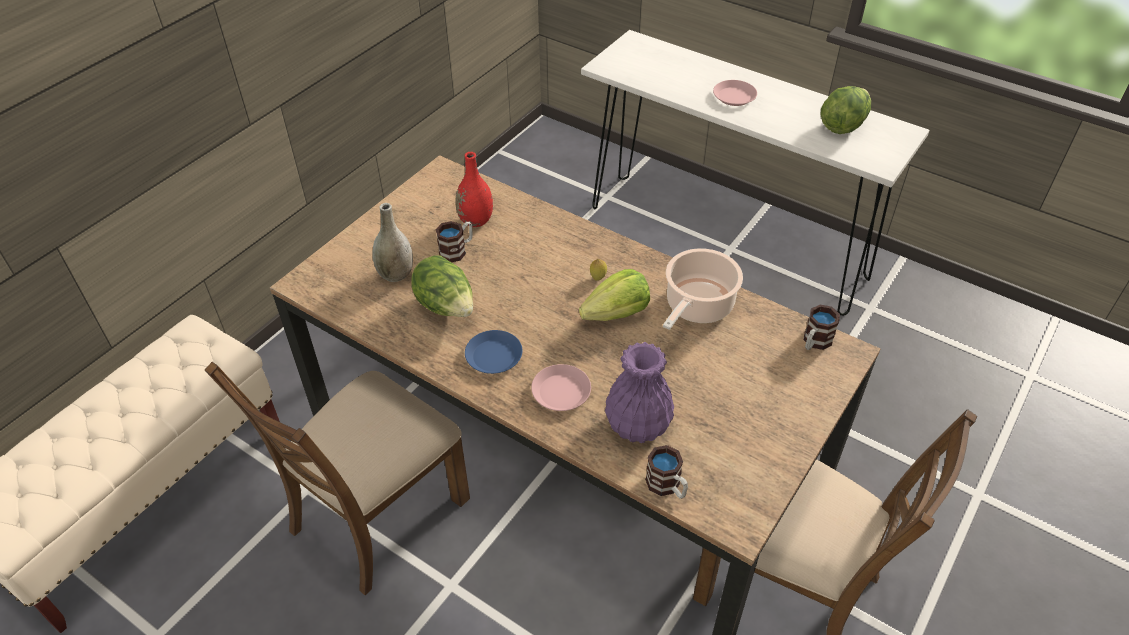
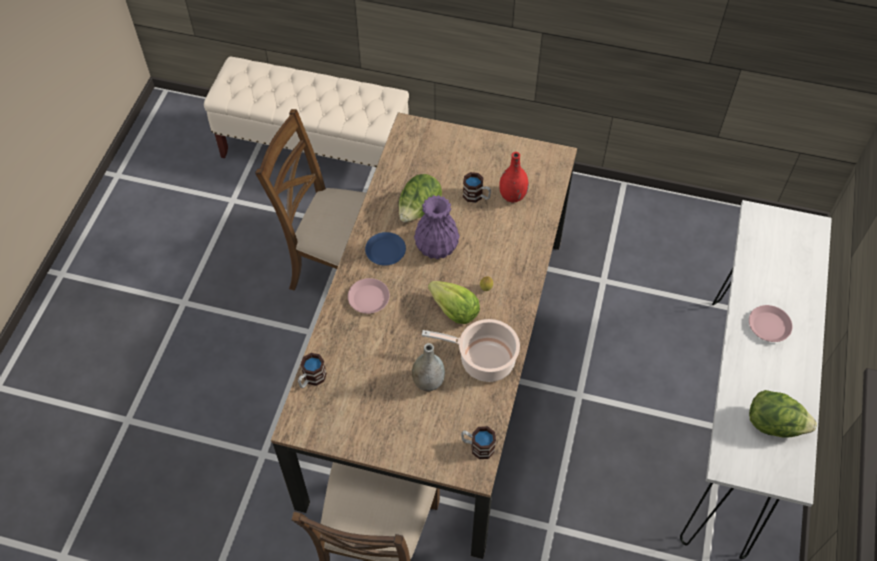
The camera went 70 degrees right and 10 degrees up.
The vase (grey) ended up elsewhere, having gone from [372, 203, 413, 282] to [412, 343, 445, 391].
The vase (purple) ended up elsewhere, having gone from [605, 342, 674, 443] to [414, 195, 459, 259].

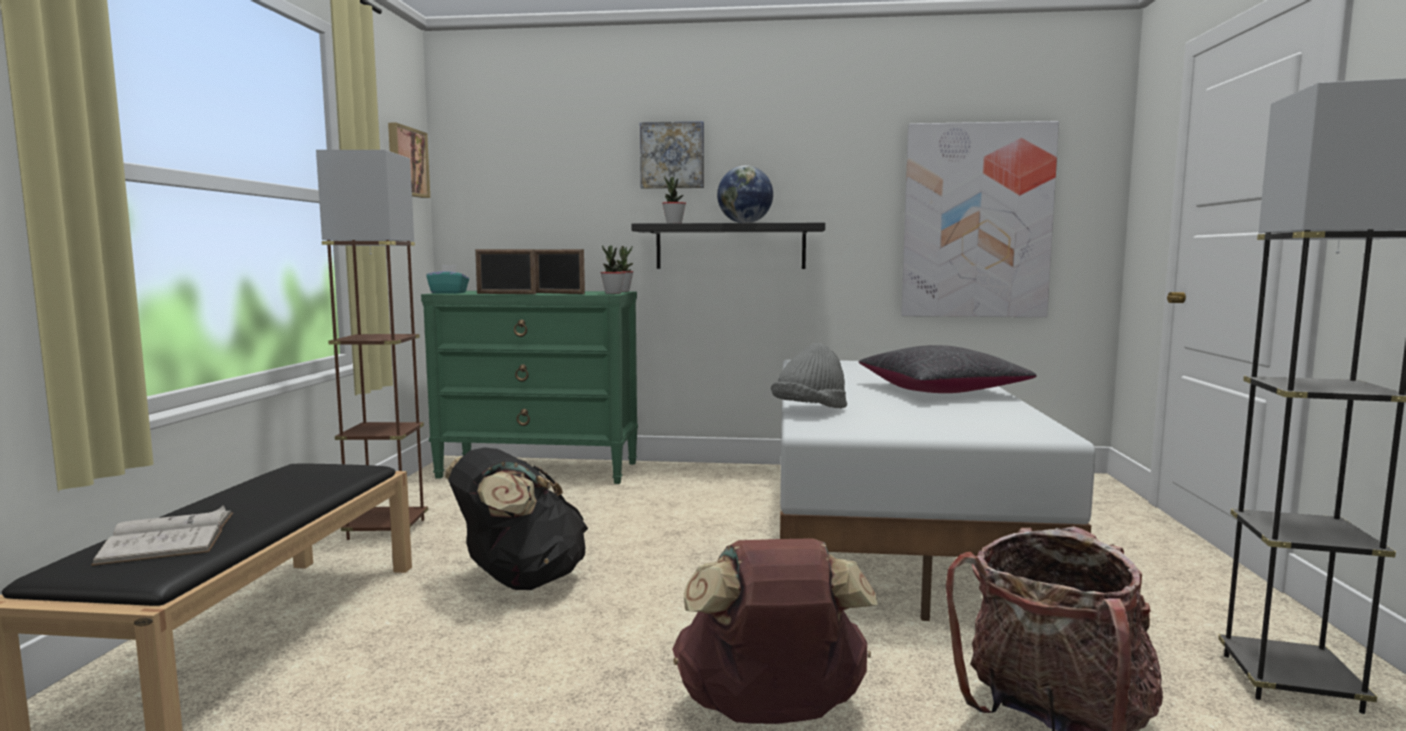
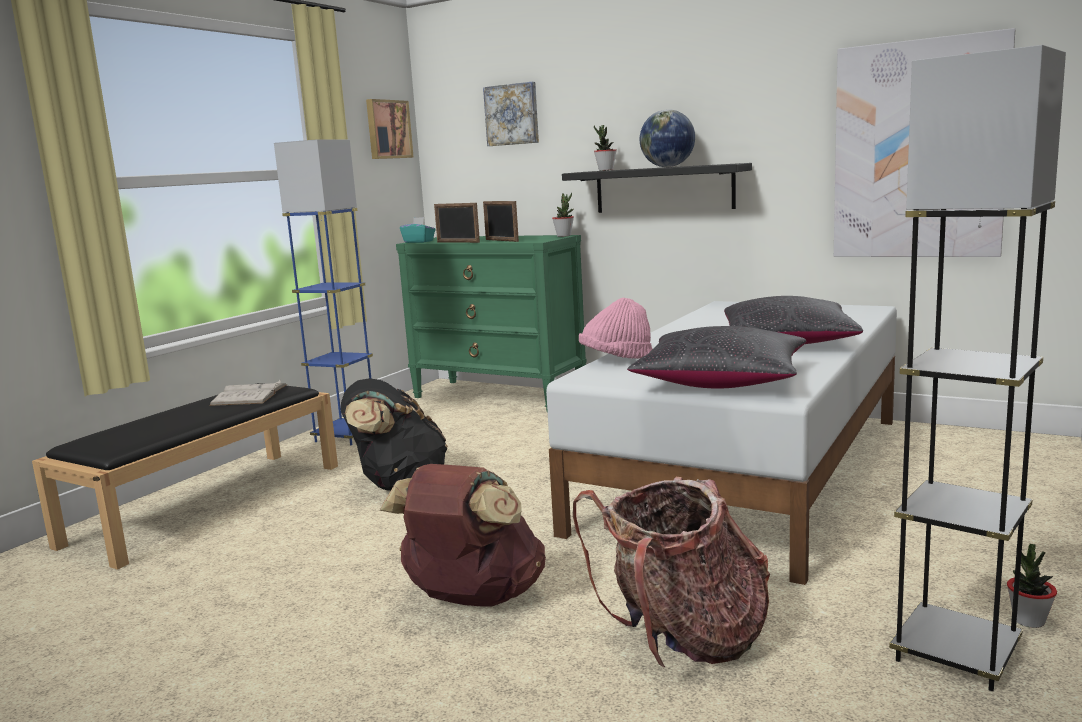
The camera went 25 degrees right and 5 degrees up.
The book (white) ended up elsewhere, having gone from [91, 505, 233, 566] to [209, 380, 287, 406].
What was the floor lamp (brown) at [316, 150, 428, 540] turned into the floor lamp (blue) at [274, 139, 373, 445].
The potted plant ended up elsewhere, having gone from [600, 245, 625, 294] to [1007, 544, 1057, 628].
The picture ended up elsewhere, having gone from [640, 121, 704, 189] to [483, 82, 539, 146].
What was the hat (grey) at [771, 343, 847, 409] turned into the hat (pink) at [579, 298, 652, 359].
The second view gained the pillow (black) at [627, 326, 806, 388].

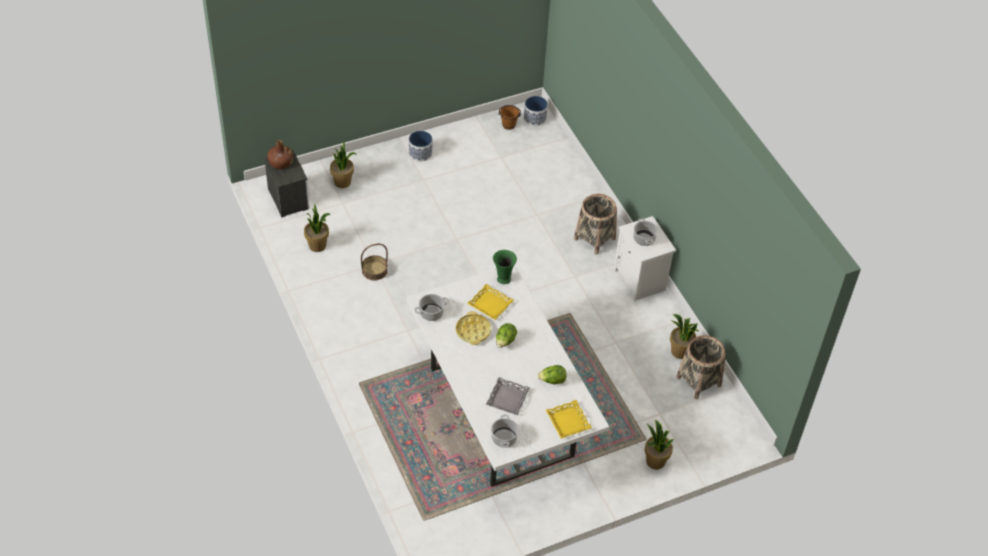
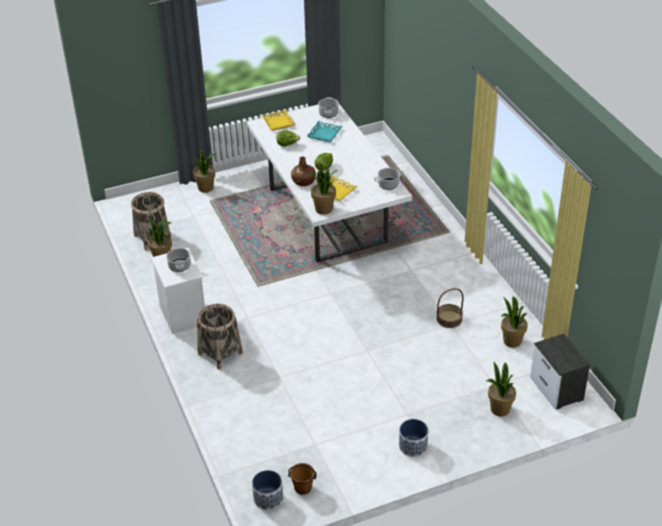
The camera went 175 degrees left and 10 degrees down.
The bottle (brown) ended up elsewhere, having gone from [268, 140, 293, 169] to [291, 156, 316, 186].
The second view lost the tray (yellow) at [456, 311, 491, 345].
What was the tray (grey) at [486, 377, 530, 415] turned into the tray (turquoise) at [307, 121, 343, 142].
Where the vase (green) stood at [493, 250, 517, 284], the potted plant came to stand at [307, 168, 337, 215].

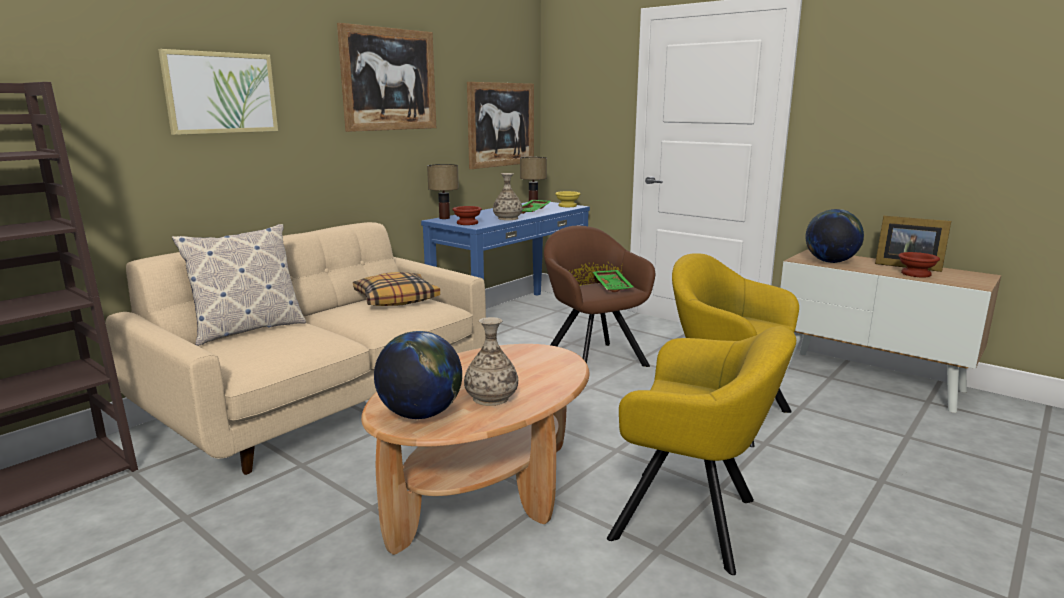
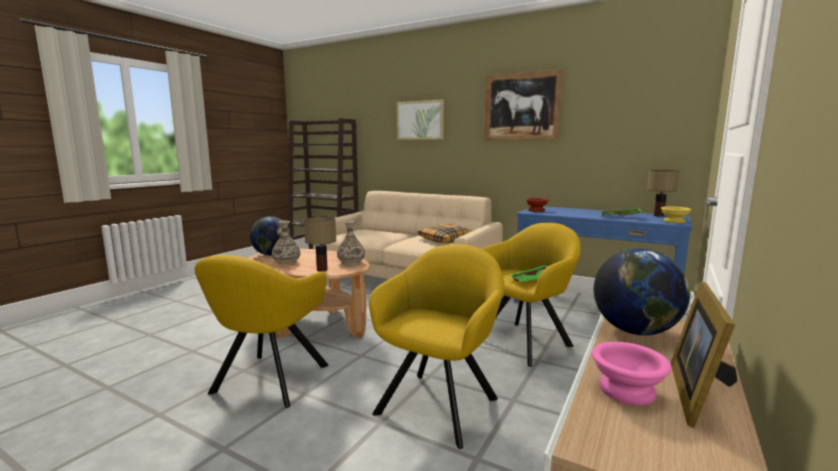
The camera went 80 degrees right and 5 degrees down.
The second view lost the pillow at [172, 224, 306, 346].
The table lamp ended up elsewhere, having gone from [427, 164, 459, 219] to [304, 216, 336, 271].
The second view lost the picture at [467, 82, 534, 169].
The vase ended up elsewhere, having gone from [493, 173, 522, 220] to [337, 221, 365, 266].
What was the armchair (brown) at [544, 226, 655, 367] turned into the armchair (yellow) at [481, 223, 581, 367].
What was the bowl (brown) at [898, 252, 940, 277] turned into the bowl (pink) at [592, 342, 672, 405].

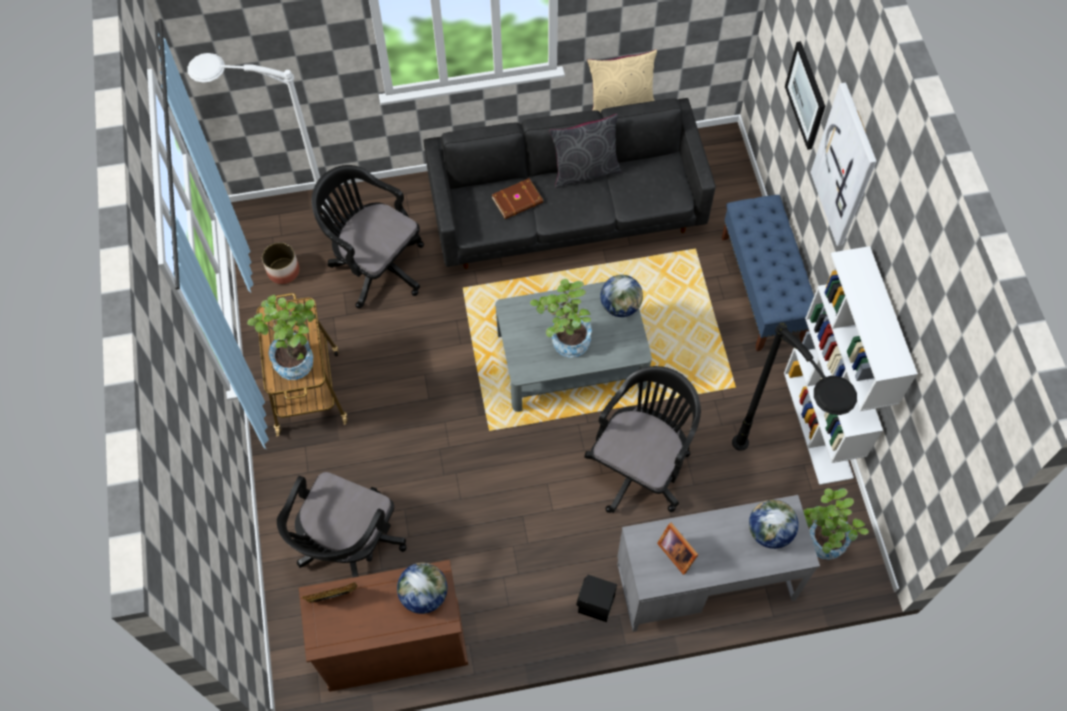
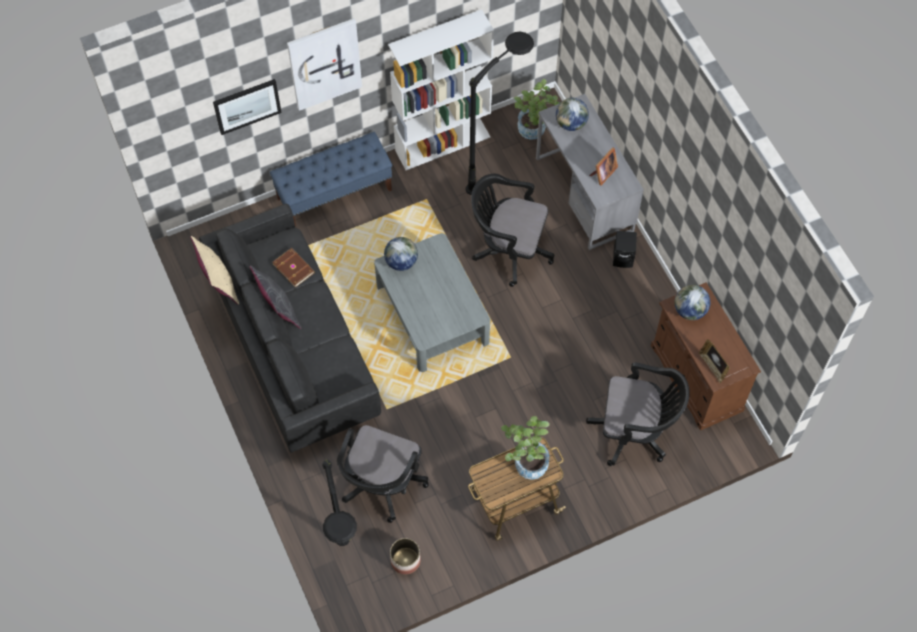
The camera went 105 degrees left and 0 degrees up.
What was the floor lamp (white) at [187, 53, 335, 223] turned into the floor lamp (black) at [323, 460, 357, 546].
The book (brown) ended up elsewhere, having gone from [492, 178, 543, 219] to [273, 248, 315, 288].
The second view lost the potted plant at [530, 279, 592, 358].

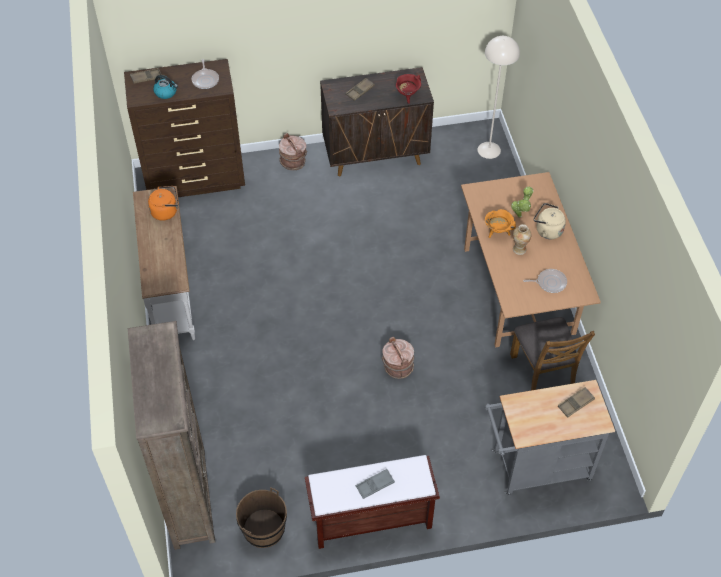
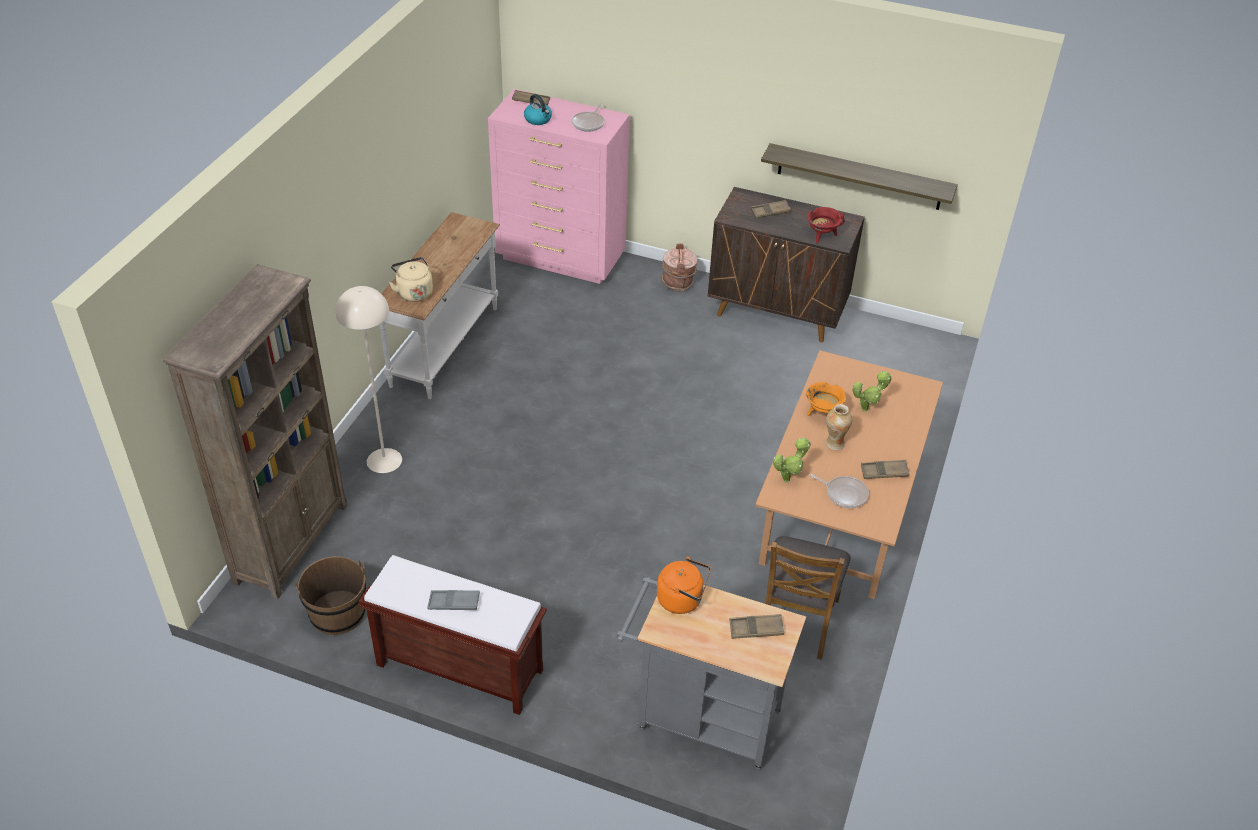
The camera went 30 degrees right and 10 degrees down.
What was the dresser (brown) at [124, 59, 245, 197] turned into the dresser (pink) at [488, 89, 630, 284].
The kettle (orange) ended up elsewhere, having gone from [148, 186, 178, 221] to [657, 557, 711, 614].
The second view lost the bucket (brown) at [382, 337, 414, 379].
The floor lamp (beige) ended up elsewhere, having gone from [477, 36, 520, 159] to [335, 286, 402, 473].
The kettle (beige) ended up elsewhere, having gone from [533, 203, 566, 239] to [389, 257, 433, 302].
The second view gained the shelf at [761, 143, 958, 210].
The second view gained the potted plant at [773, 438, 811, 482].
The second view gained the tray (brown) at [861, 460, 909, 479].

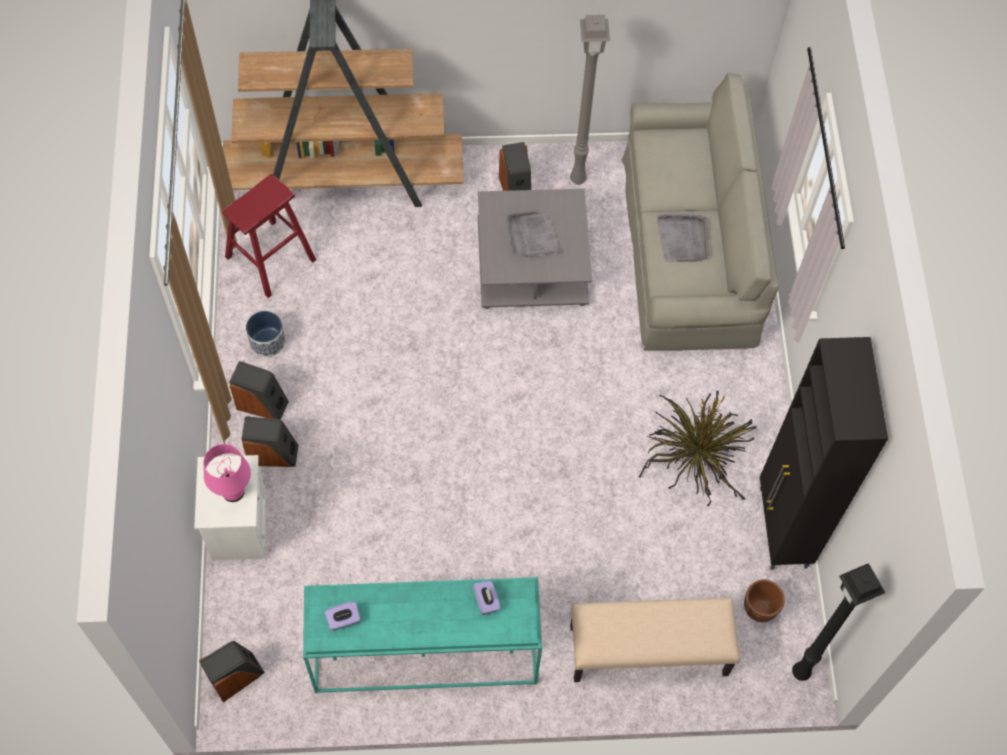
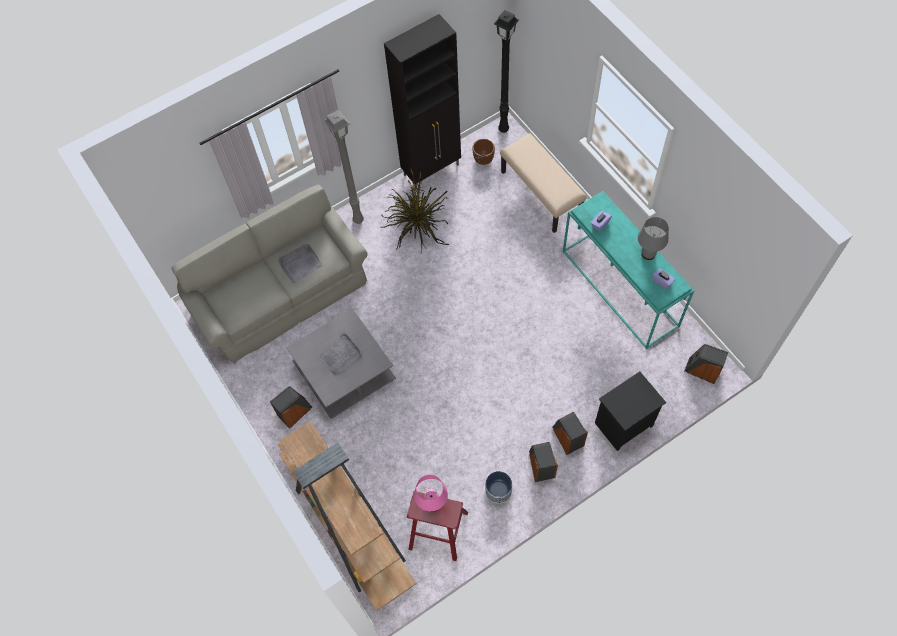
The camera went 115 degrees left and 0 degrees up.
What was the nightstand (white) at [194, 455, 267, 561] turned into the nightstand (black) at [595, 371, 666, 451].
The table lamp (pink) ended up elsewhere, having gone from [204, 444, 251, 502] to [414, 475, 448, 512].
The floor lamp (grey) ended up elsewhere, having gone from [570, 15, 610, 185] to [324, 110, 364, 224].
The second view gained the table lamp (grey) at [638, 217, 669, 260].

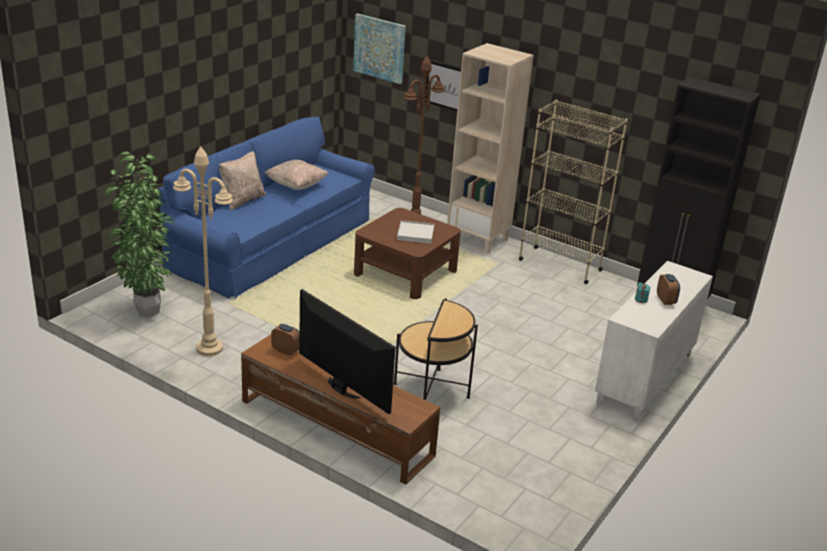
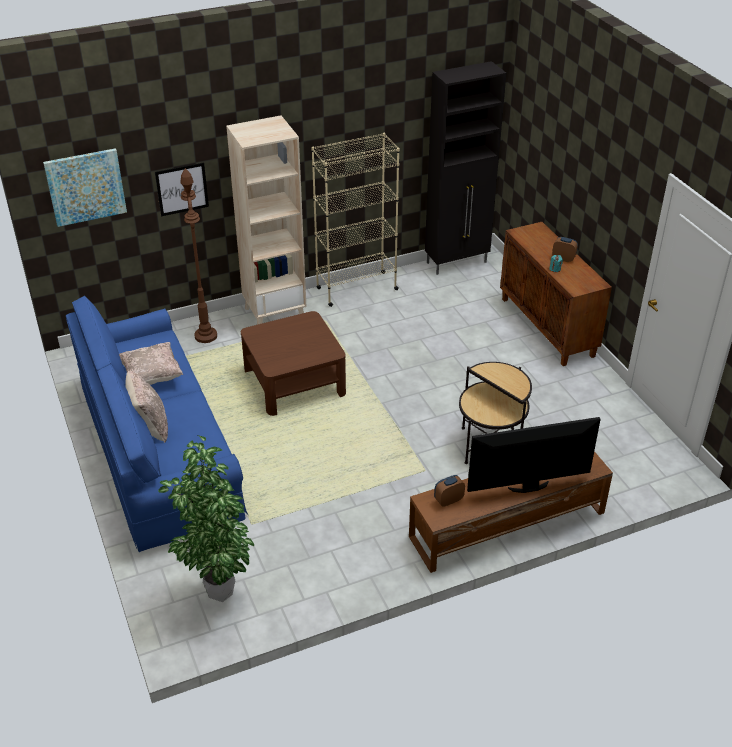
The camera went 55 degrees left and 10 degrees up.
The second view lost the floor lamp (beige) at [173, 146, 233, 356].
The second view lost the tray (white) at [397, 220, 434, 244].
What was the cabinet (white) at [595, 261, 713, 422] turned into the cabinet (brown) at [500, 222, 612, 366].

